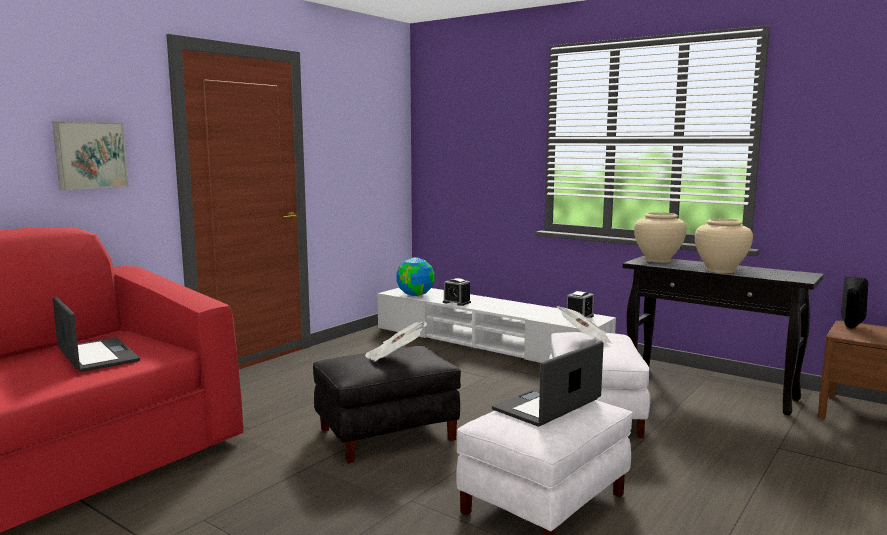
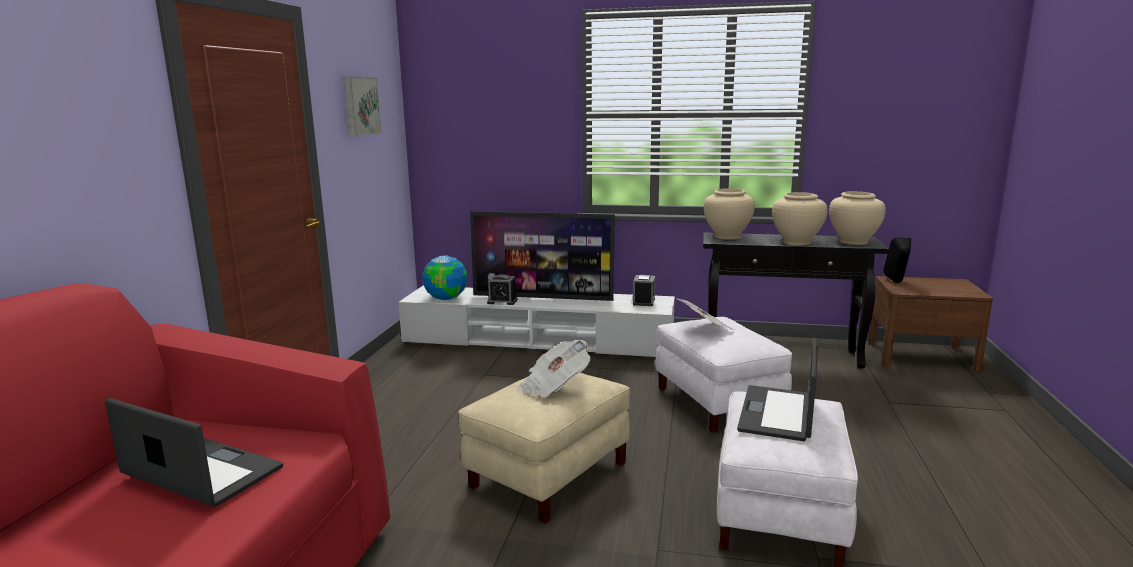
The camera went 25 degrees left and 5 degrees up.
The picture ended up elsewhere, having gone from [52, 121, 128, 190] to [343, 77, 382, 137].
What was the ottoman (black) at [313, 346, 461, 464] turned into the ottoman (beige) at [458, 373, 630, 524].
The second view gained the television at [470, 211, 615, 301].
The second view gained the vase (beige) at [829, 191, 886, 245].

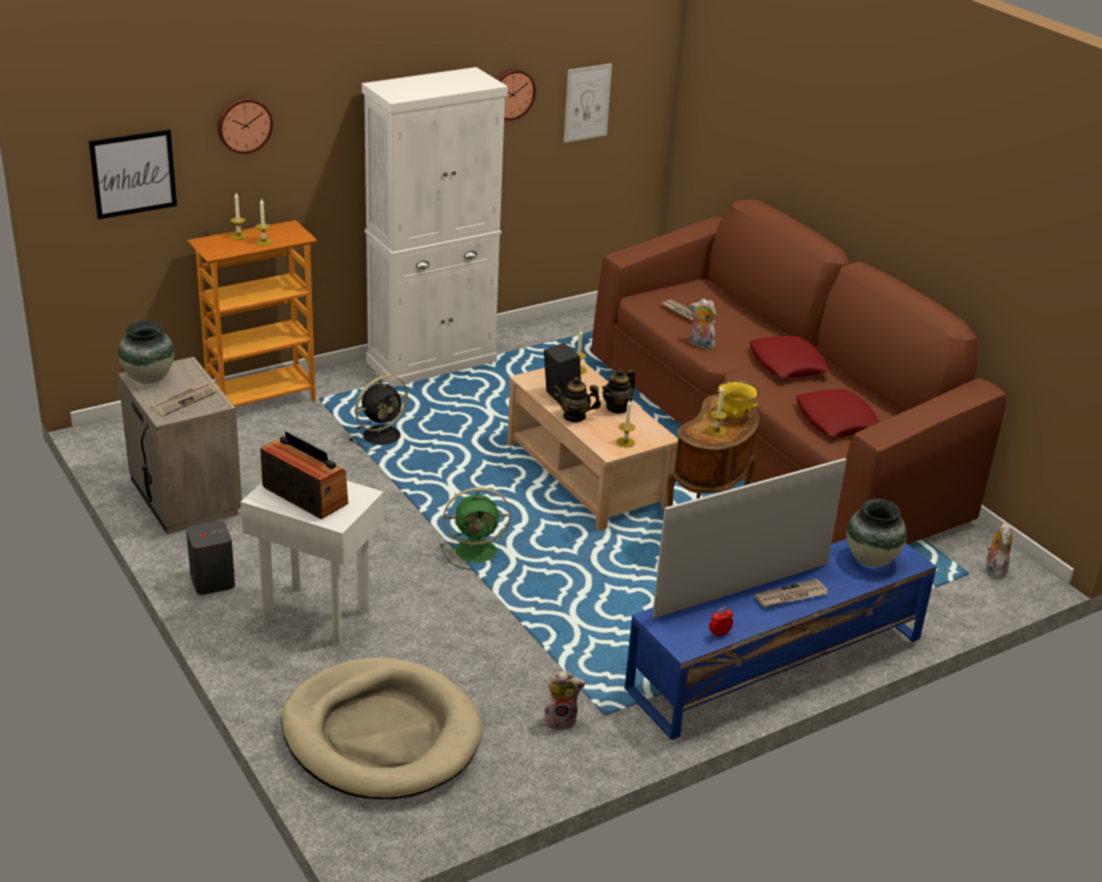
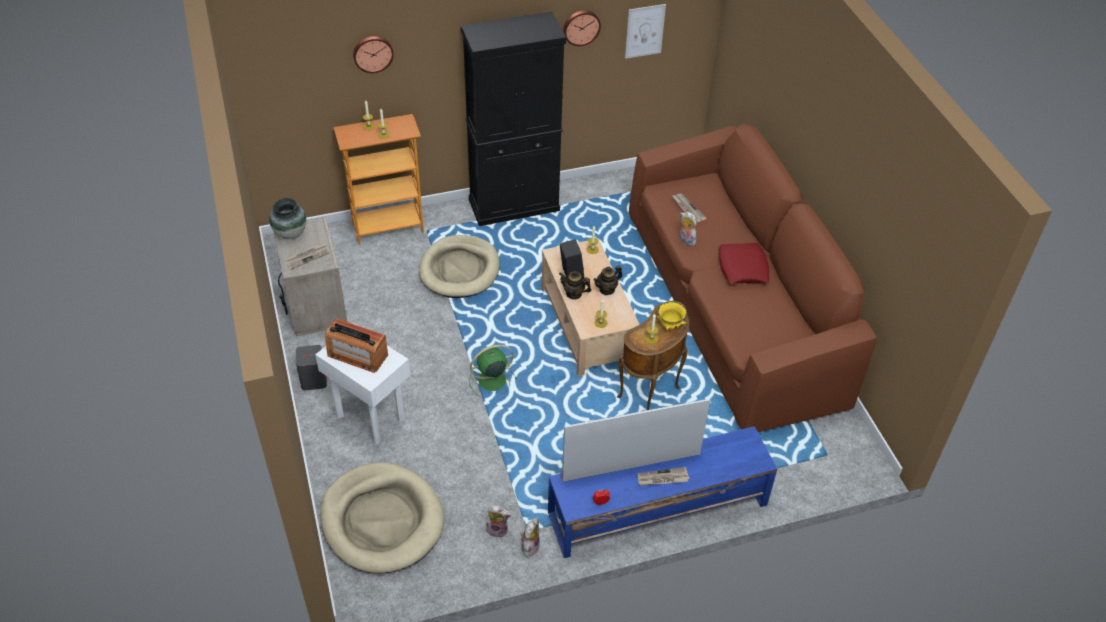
The camera went 15 degrees right and 15 degrees up.
The second view lost the picture at [89, 129, 177, 219].
The radio at [260, 432, 349, 519] ended up facing another way, 150 degrees clockwise from before.
Where the fan (black) stood at [349, 375, 408, 451], the dog bed (beige) came to stand at [419, 235, 500, 298].
What was the cabinet (white) at [362, 67, 508, 387] turned into the cabinet (black) at [461, 12, 566, 226].
The fan (green) at [440, 487, 511, 570] ended up facing another way, 150 degrees clockwise from before.
The second view lost the pillow (red) at [796, 389, 880, 437].
The second view lost the vase at [846, 499, 907, 567].
The plush toy ended up elsewhere, having gone from [987, 523, 1012, 579] to [520, 518, 540, 558].

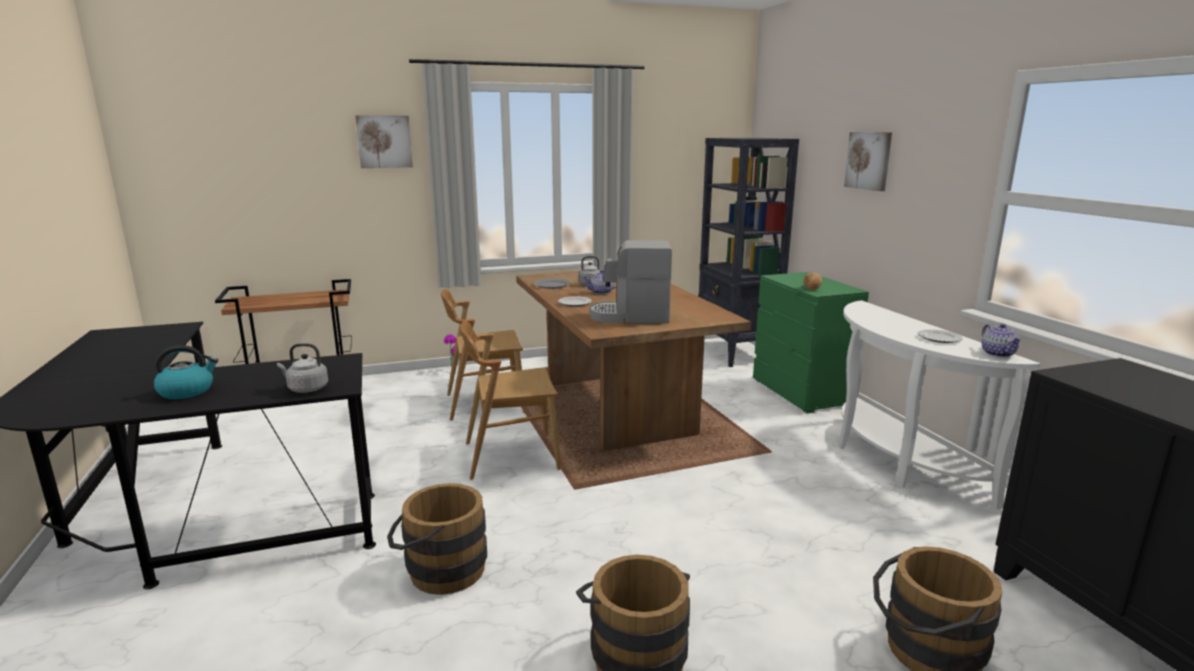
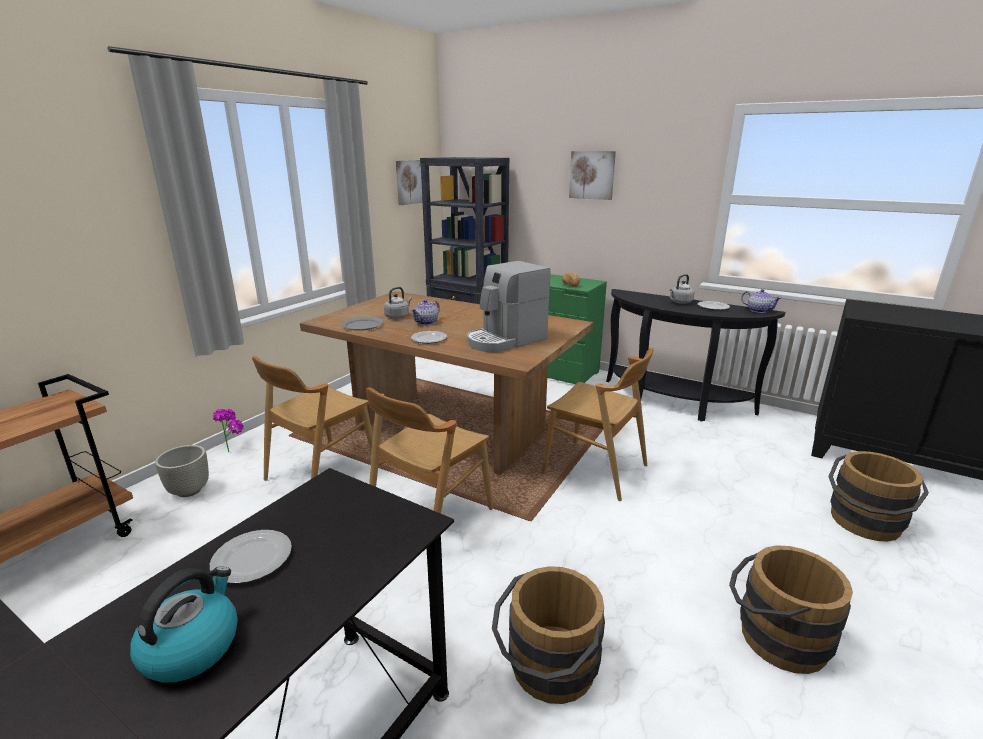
The camera went 40 degrees left and 5 degrees up.
The kettle (grey) ended up elsewhere, having gone from [277, 343, 328, 393] to [670, 274, 694, 304].
The picture ended up elsewhere, having gone from [355, 115, 413, 168] to [396, 160, 423, 205].
What was the console table (white) at [838, 300, 1041, 510] turned into the console table (black) at [606, 289, 786, 421].
The second view gained the planter (grey) at [155, 445, 209, 497].
The second view gained the plate at [210, 530, 292, 583].
The second view gained the chair (brown) at [542, 348, 654, 501].

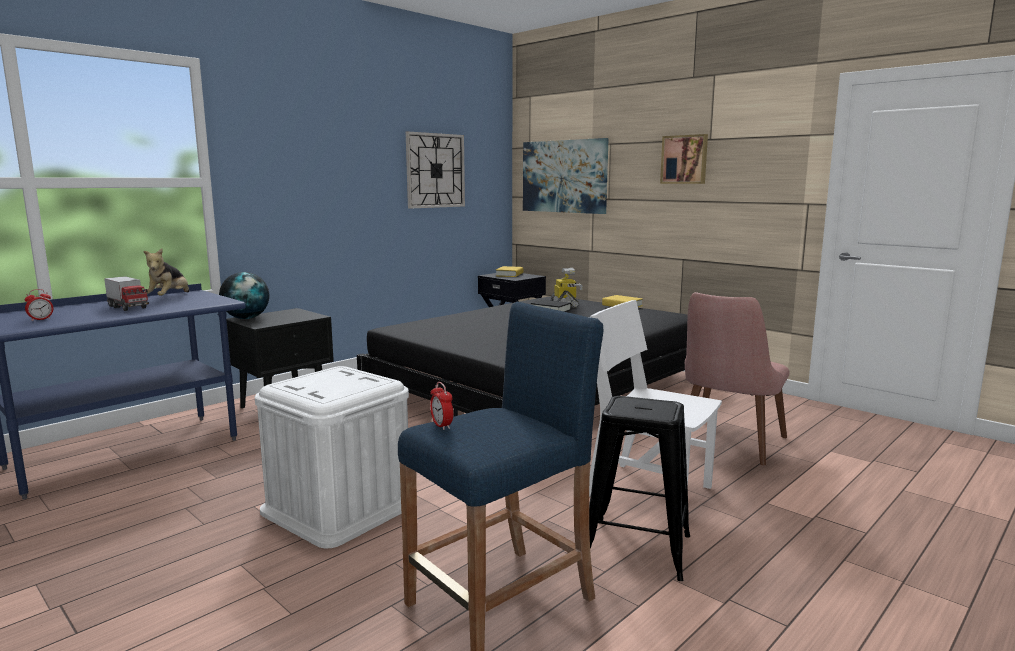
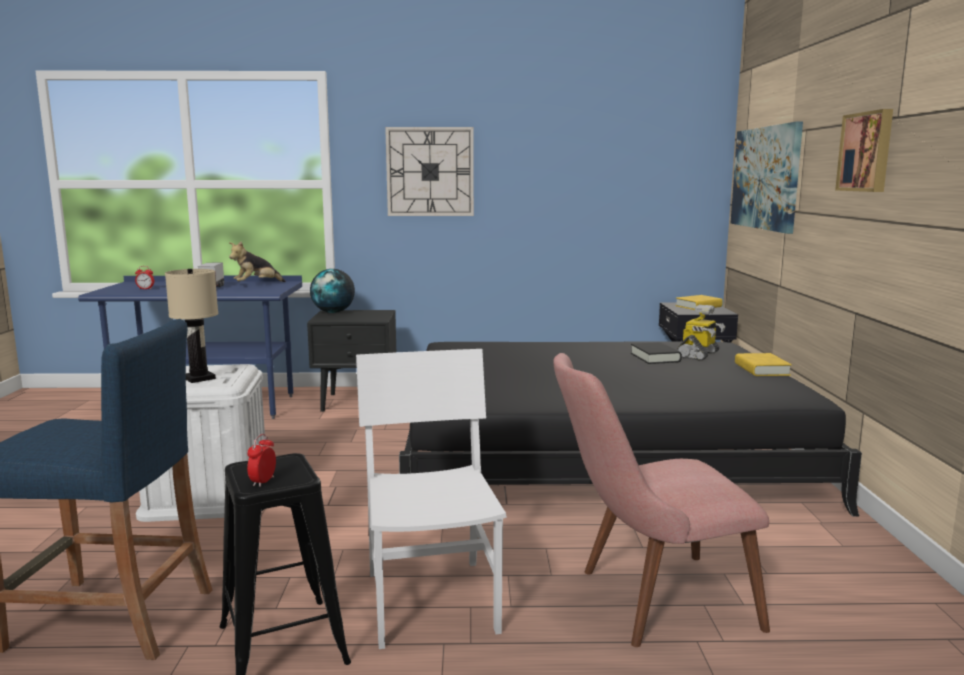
The camera went 45 degrees right and 0 degrees up.
The wall clock ended up elsewhere, having gone from [406, 131, 465, 209] to [385, 127, 474, 216].
The alarm clock ended up elsewhere, having gone from [430, 382, 453, 430] to [247, 434, 276, 487].
The second view gained the table lamp (beige) at [165, 269, 218, 383].

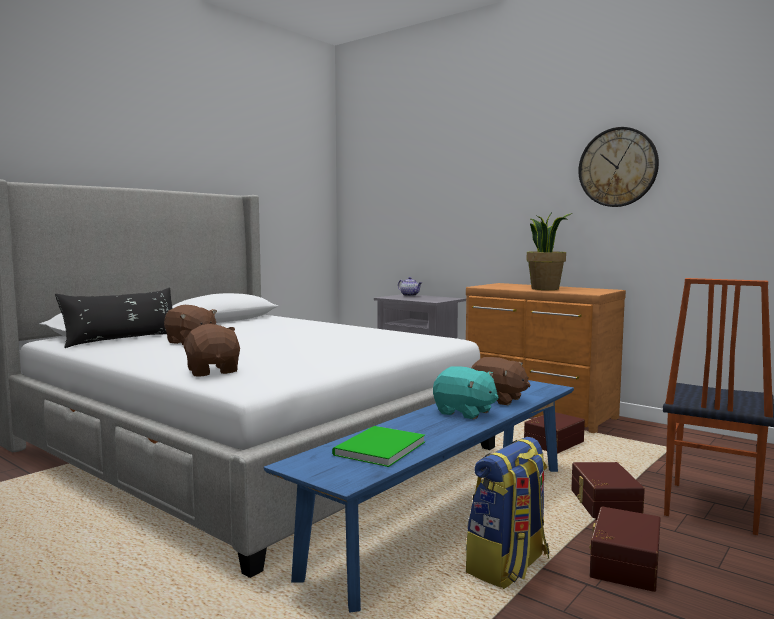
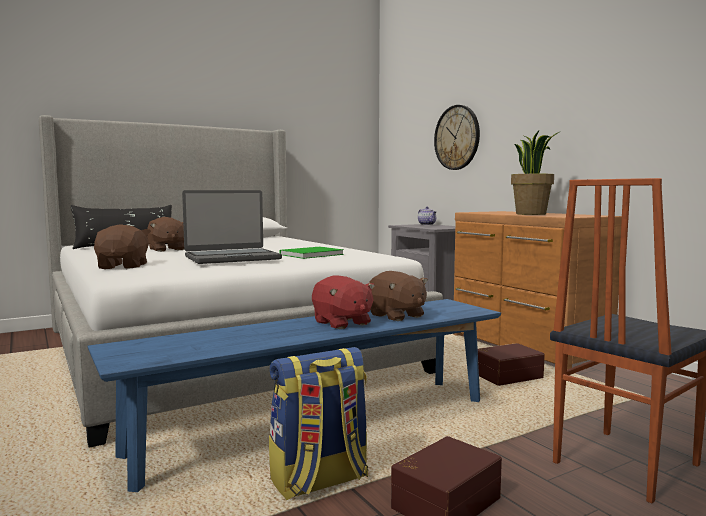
The camera went 20 degrees right and 0 degrees up.
The book (green) ended up elsewhere, having gone from [332, 426, 425, 467] to [279, 247, 344, 259].
What was the plush toy (turquoise) at [433, 366, 499, 419] turned into the plush toy (red) at [312, 275, 375, 329].
The second view lost the storage box (brown) at [571, 462, 645, 520].
The wall clock ended up elsewhere, having gone from [578, 127, 659, 207] to [434, 105, 480, 170].
The second view gained the laptop at [182, 190, 282, 264].

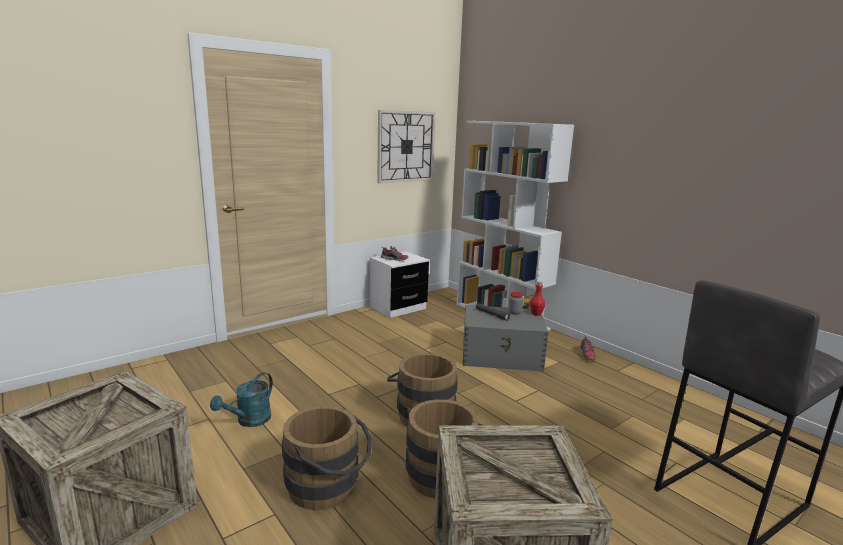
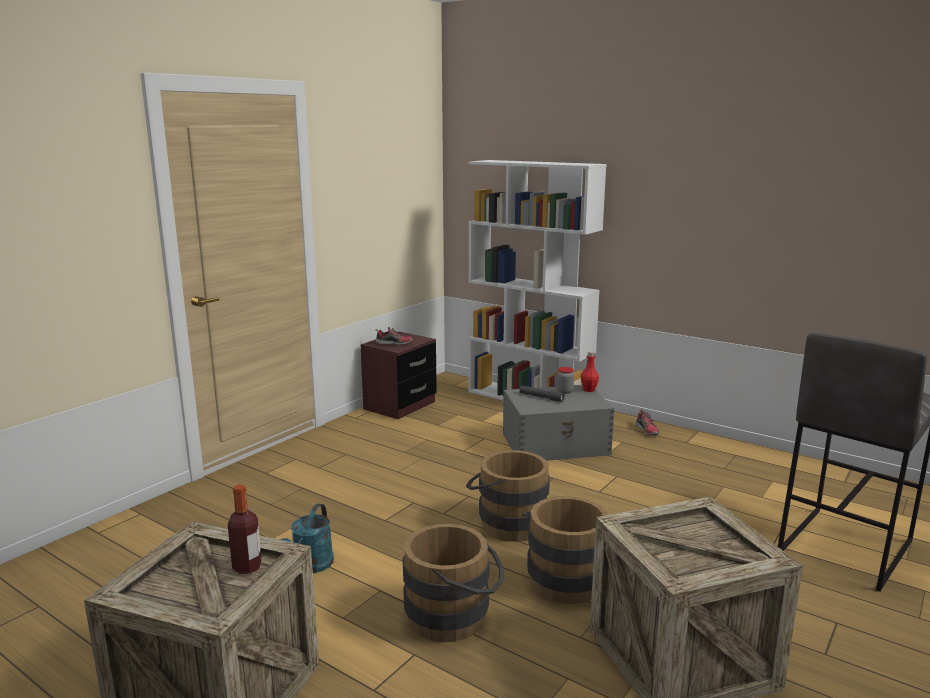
The camera went 15 degrees left and 0 degrees up.
What was the nightstand (white) at [370, 251, 429, 318] turned into the nightstand (brown) at [361, 332, 437, 419].
The second view lost the wall clock at [377, 110, 435, 184].
The second view gained the bottle at [228, 484, 262, 574].

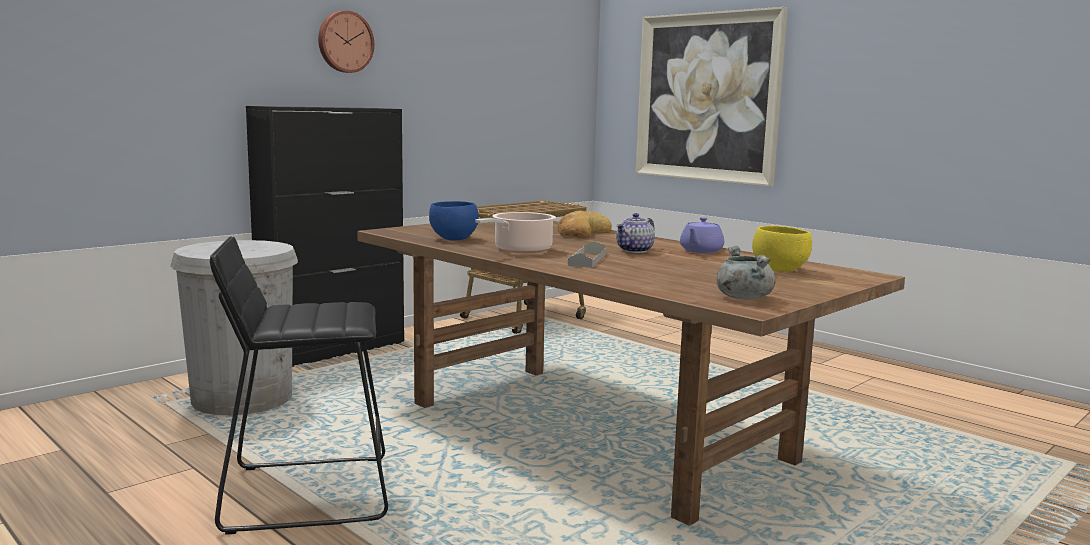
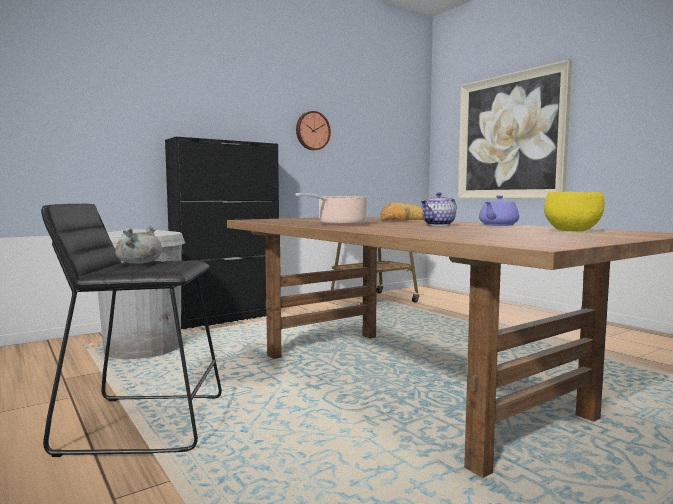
The camera went 10 degrees right and 5 degrees down.
The wall clock ended up elsewhere, having gone from [318, 11, 374, 73] to [296, 111, 331, 150].
The second view lost the bowl (blue) at [429, 201, 479, 240].
The second view lost the tray (grey) at [568, 241, 606, 268].
The cooking pot (grey) ended up elsewhere, having gone from [716, 246, 775, 299] to [115, 226, 162, 264].

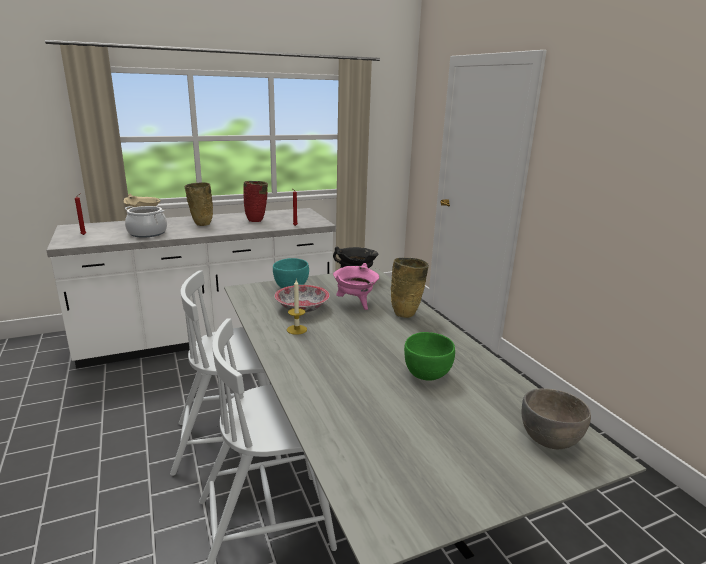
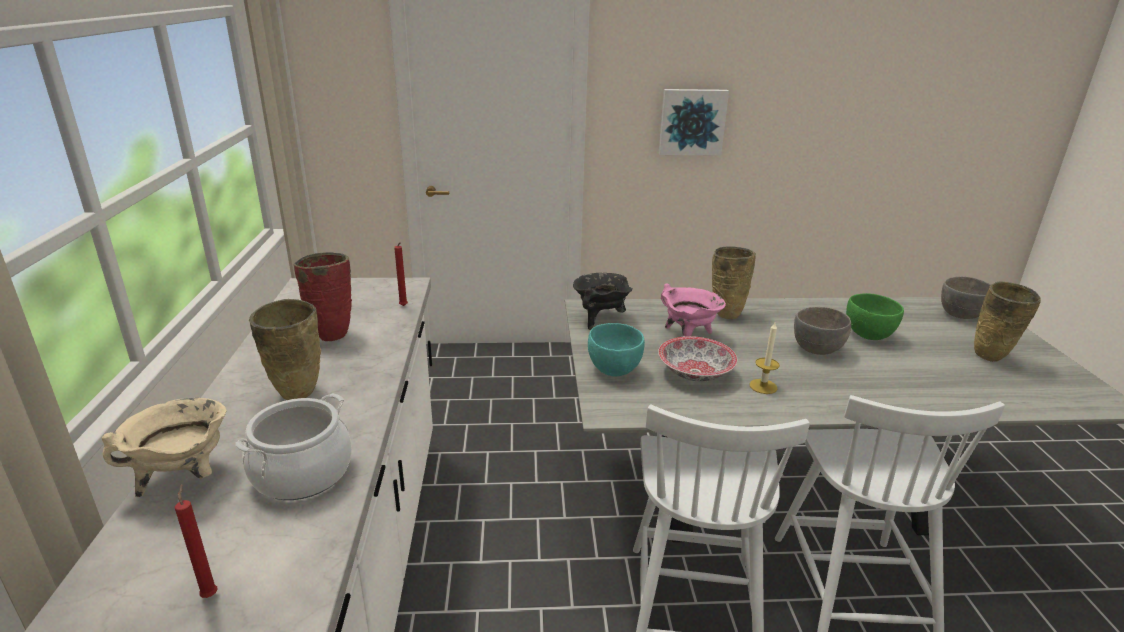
The camera went 70 degrees left and 5 degrees up.
The second view gained the picture at [659, 89, 729, 155].
The second view gained the bowl (grey) at [794, 307, 851, 355].
The second view gained the vase (beige) at [974, 282, 1041, 362].

